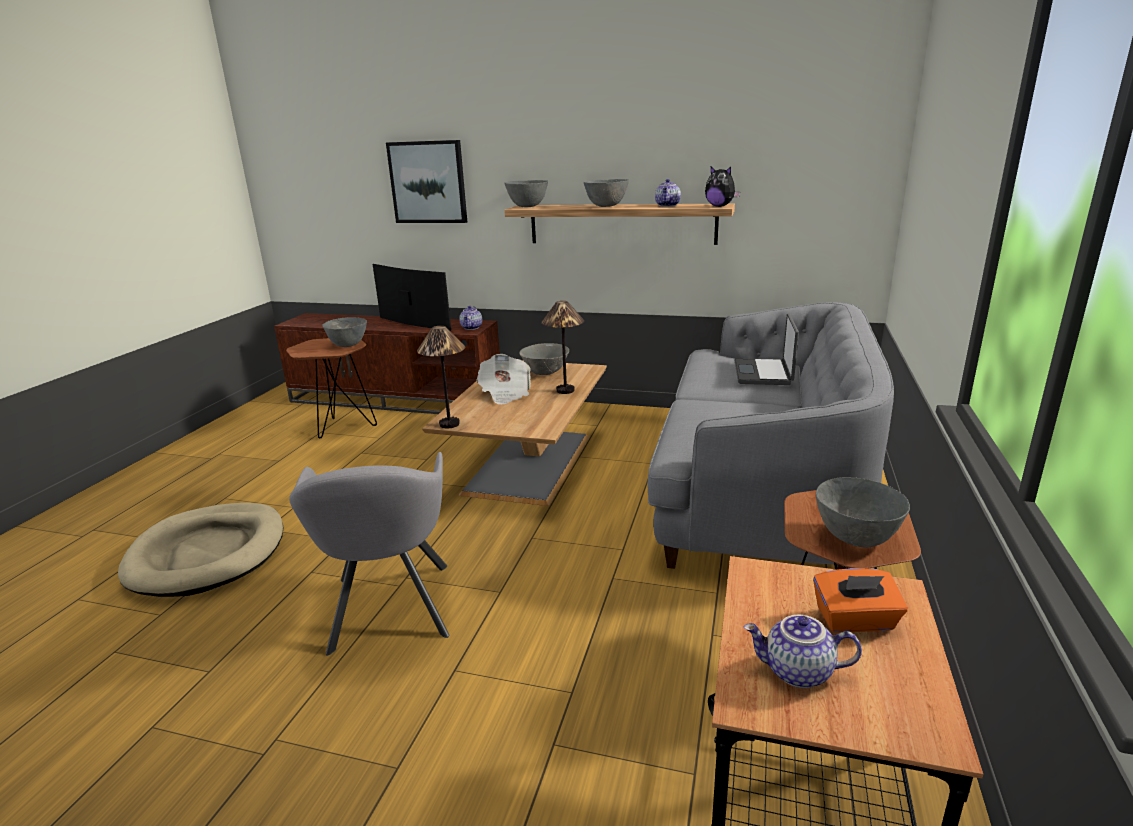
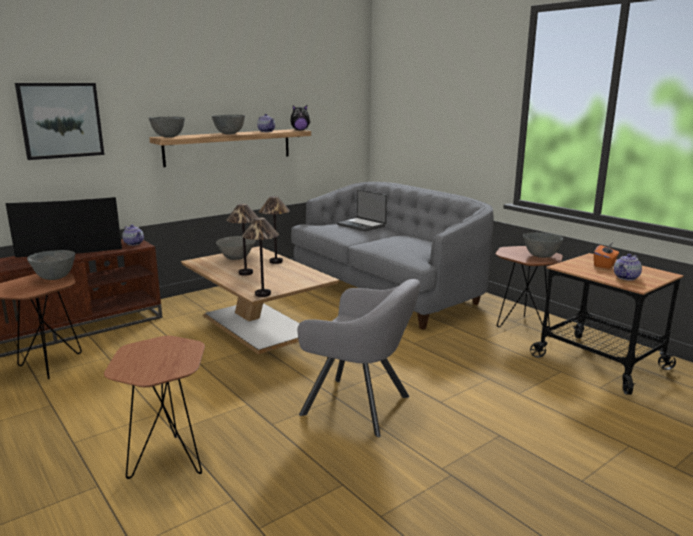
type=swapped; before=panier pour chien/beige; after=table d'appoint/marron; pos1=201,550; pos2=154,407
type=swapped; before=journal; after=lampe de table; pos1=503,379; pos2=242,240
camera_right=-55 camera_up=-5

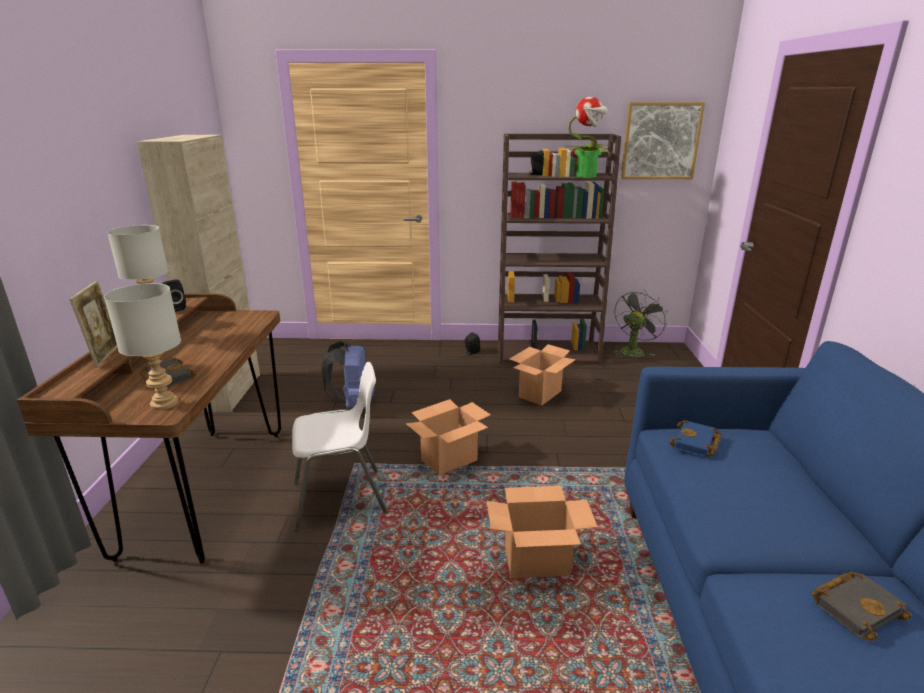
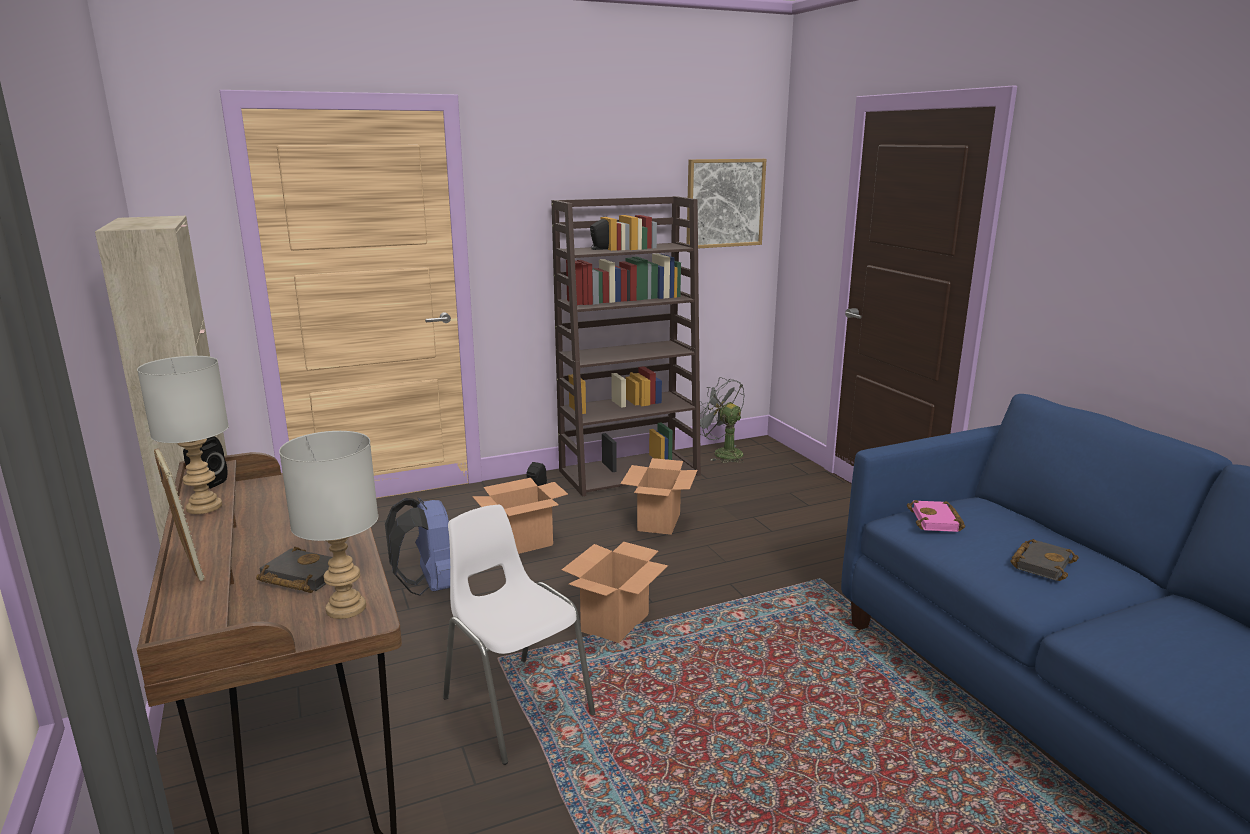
type=gone; before=plante en pot; pos1=588,137
type=shifted; before=carton; pos1=542,532; pos2=520,516
type=shifted; before=livre/noir; pos1=861,606; pos2=1045,560
type=repainted; before=livre/bleu; after=livre/rose; pos1=695,438; pos2=936,516
type=rotated; before=chaise/blanc; pos1=340,447; pos2=519,635; turn=-90
type=rotated; before=ventilateur/gris; pos1=639,323; pos2=722,420; turn=-60
camera_right=-25 camera_up=-5

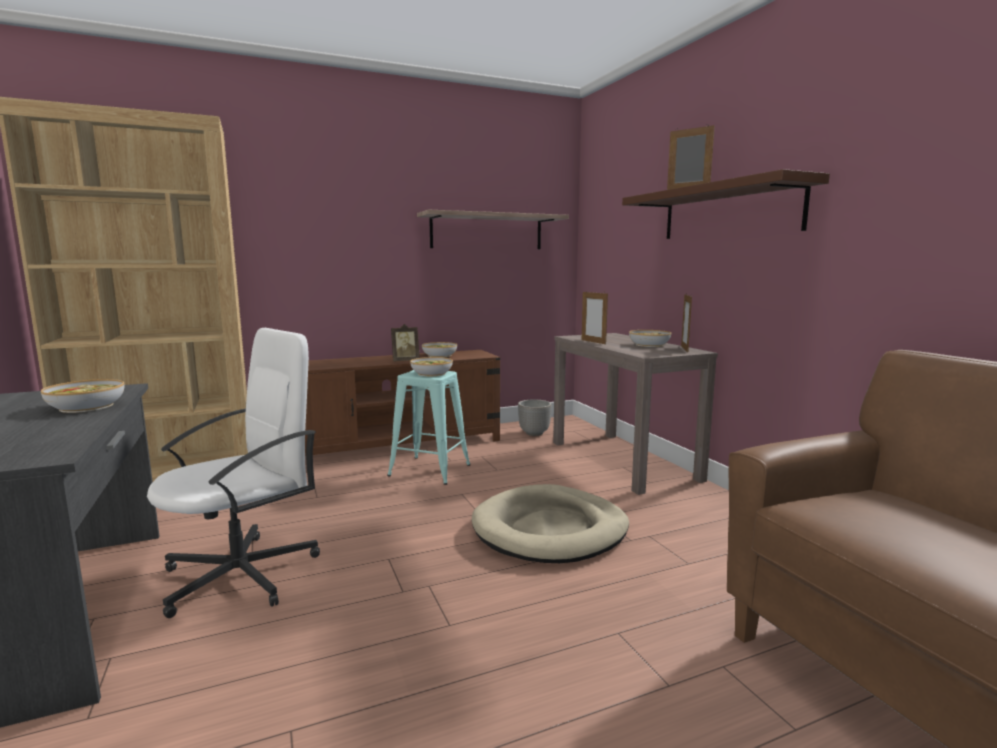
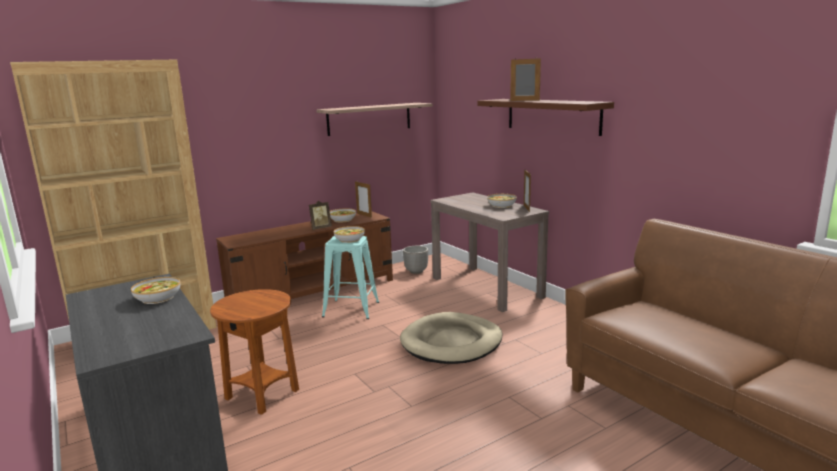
type=shifted; before=cadre photo; pos1=595,317; pos2=363,199
type=swapped; before=chaise de bureau/blanc; after=table d'appoint/marron; pos1=233,473; pos2=254,352
camera_right=-10 camera_up=5

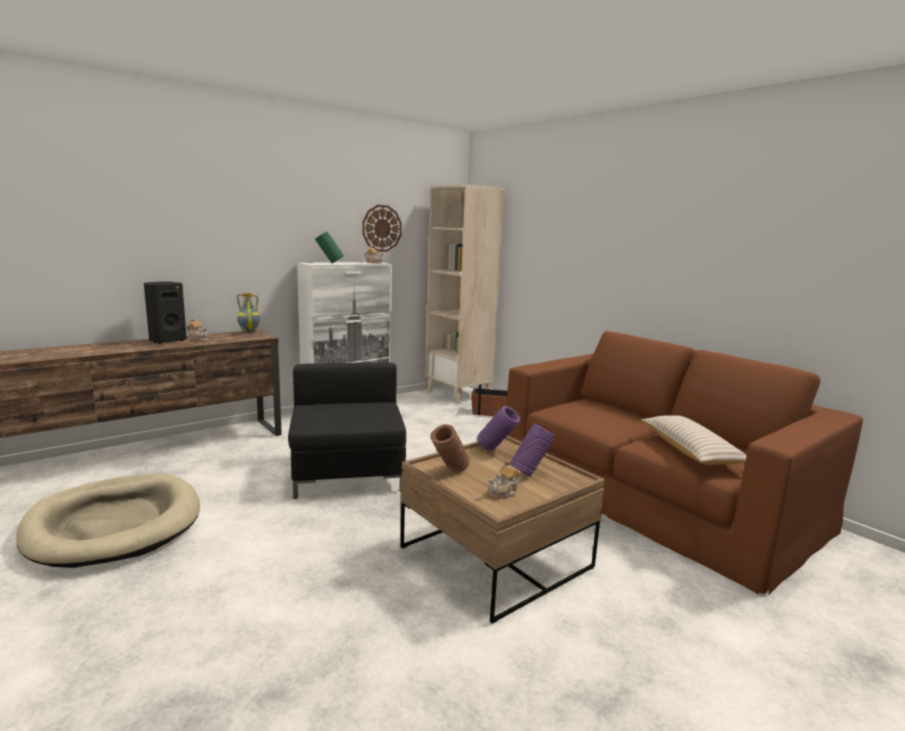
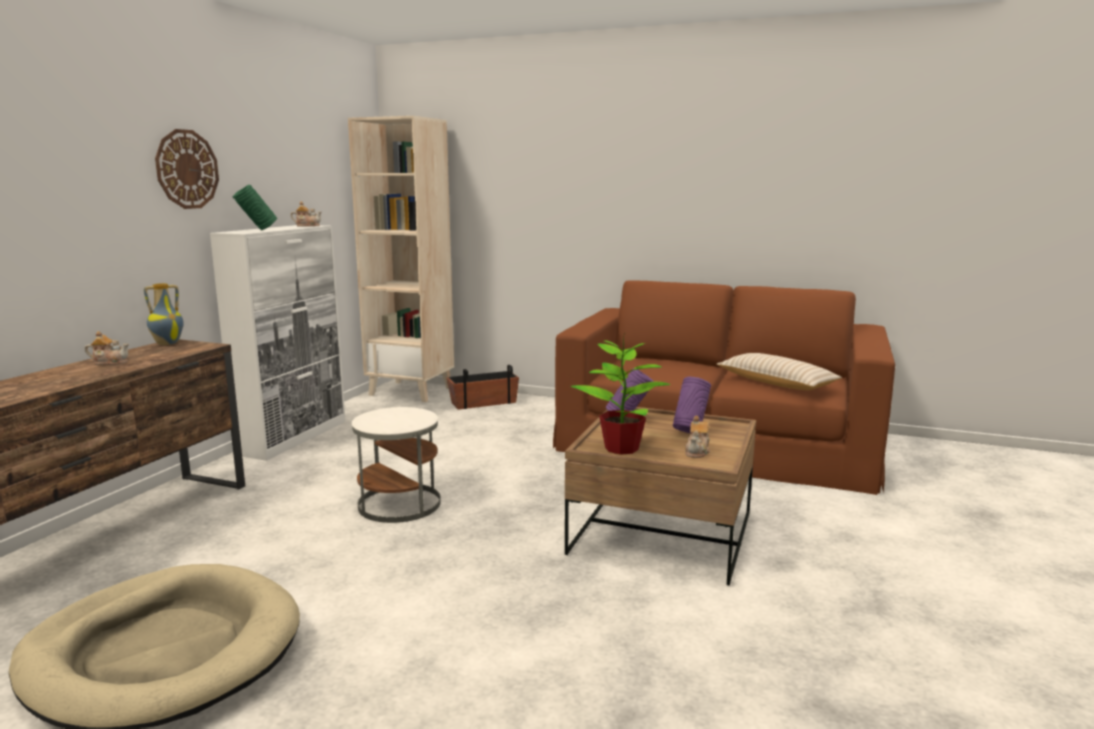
type=gone; before=enceinte/noir; pos1=165,312
type=shifted; before=horloge murale; pos1=382,228; pos2=187,169
type=swapped; before=fauteuil/noir; after=table d'appoint/blanc; pos1=347,430; pos2=396,465
type=swapped; before=vase/marron; after=plante en pot; pos1=450,448; pos2=621,395
camera_right=-30 camera_up=0

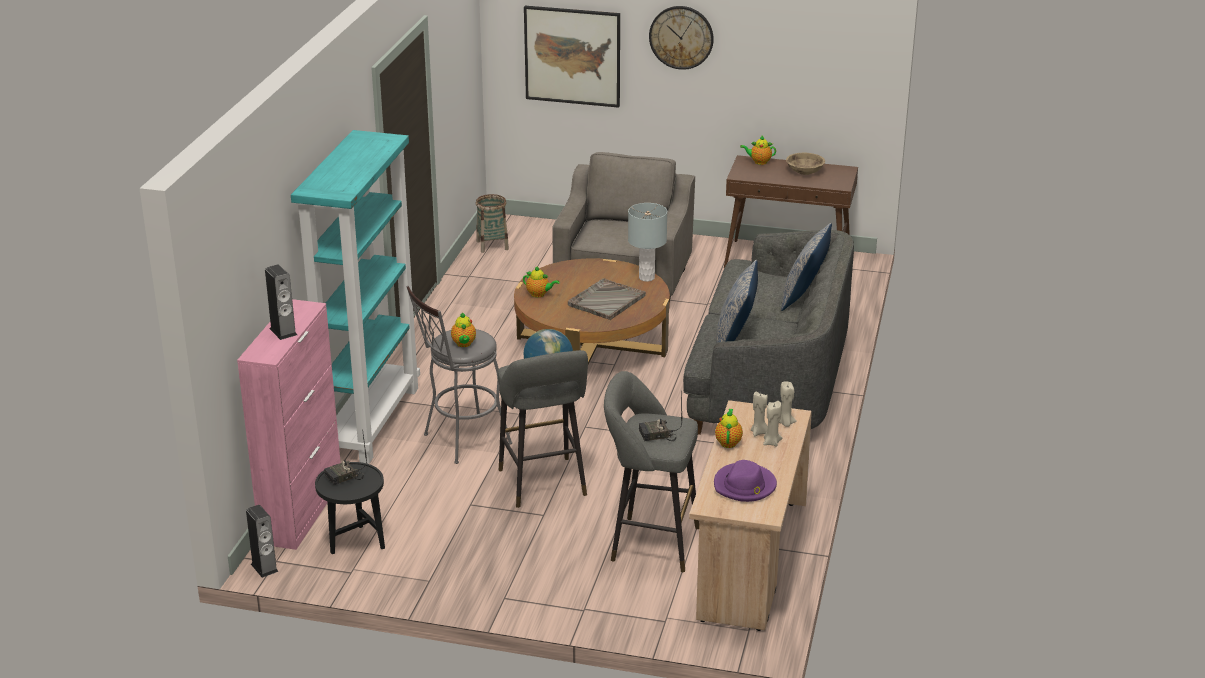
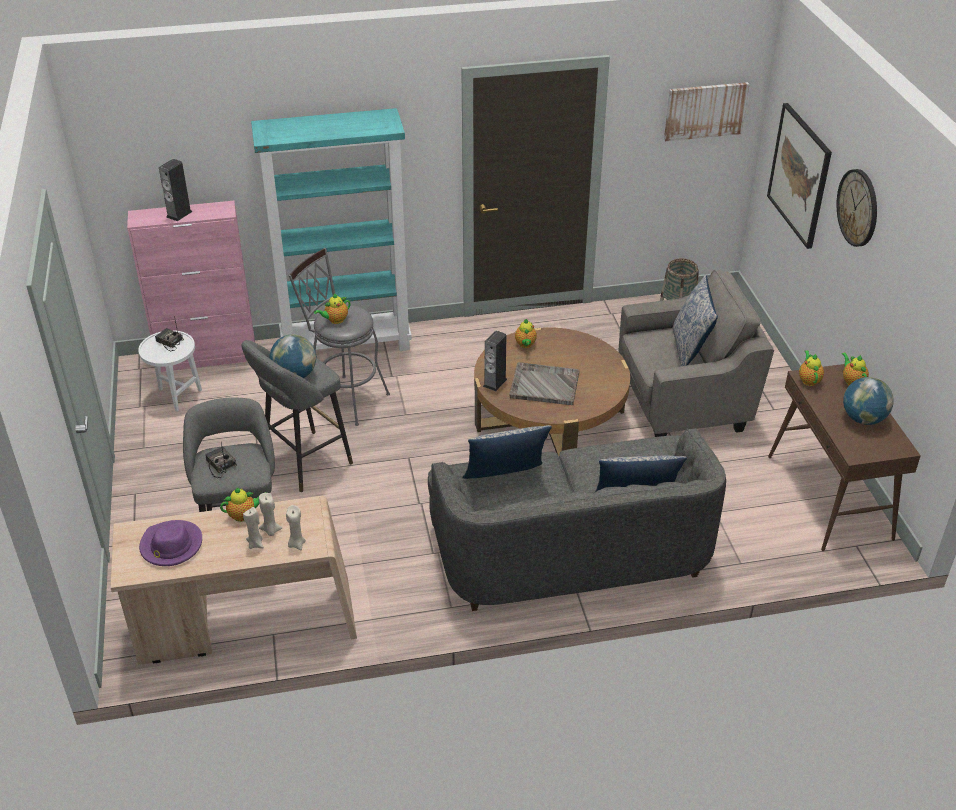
type=gone; before=lampe de table/gris; pos1=647,242
type=new; after=tableau; pos2=706,111
type=new; after=coussin; pos2=695,320
type=new; after=théière; pos2=811,368
type=shifted; before=enceinte; pos1=262,541; pos2=495,361
type=swapped; before=bol/beige; after=globe; pos1=805,164; pos2=868,401
type=repainted; before=table d'appoint/noir; after=table d'appoint/blanc; pos1=350,508; pos2=170,371
camera_right=65 camera_up=10

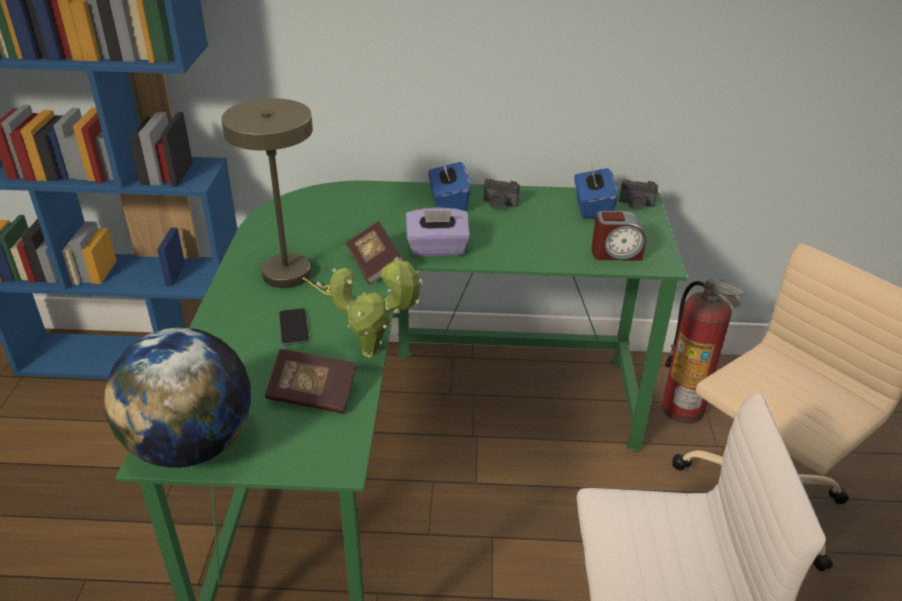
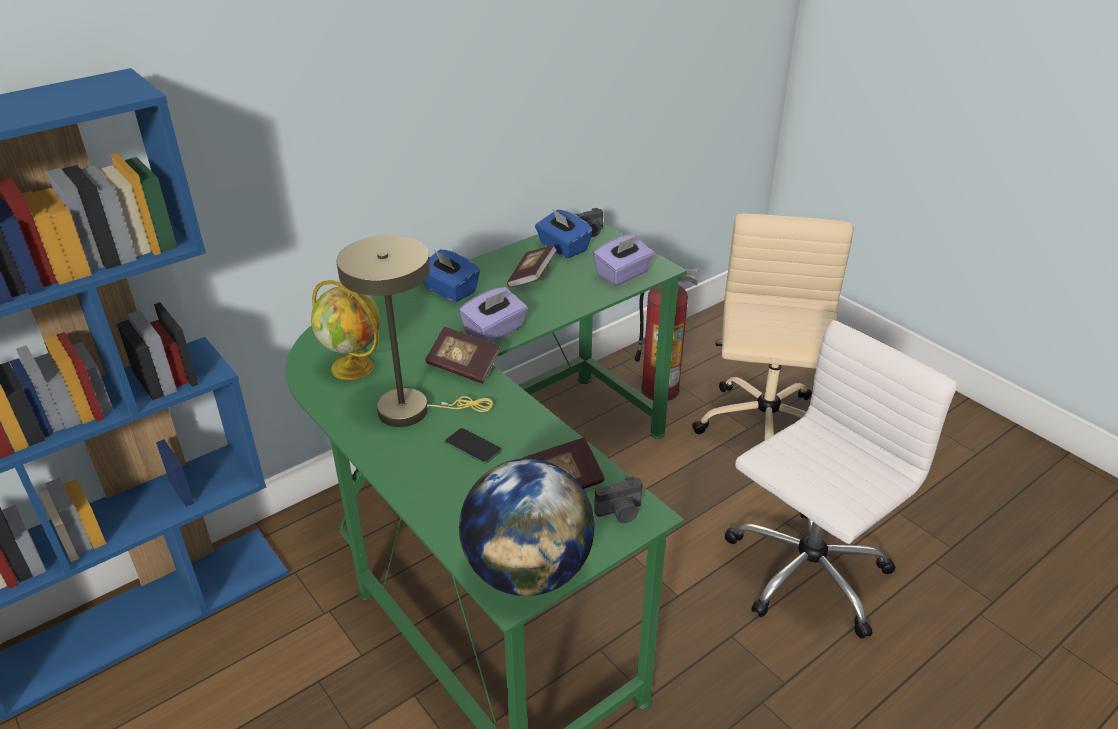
type=gone; before=plante en pot; pos1=376,307
type=new; after=globe; pos2=345,330
type=new; after=livre; pos2=532,266
type=shifted; before=appareil photo; pos1=502,194; pos2=618,499
type=swapped; before=réveil; after=boîte à mouchoirs/violet; pos1=618,236; pos2=624,260
camera_right=-40 camera_up=0

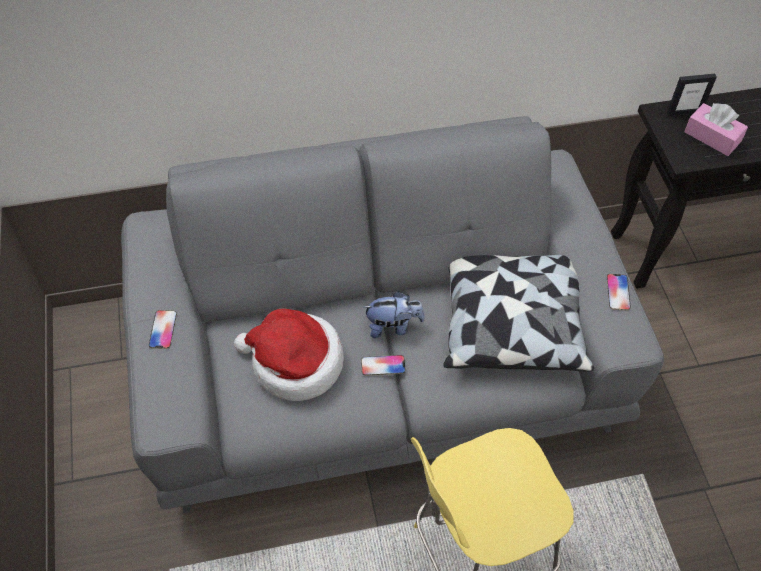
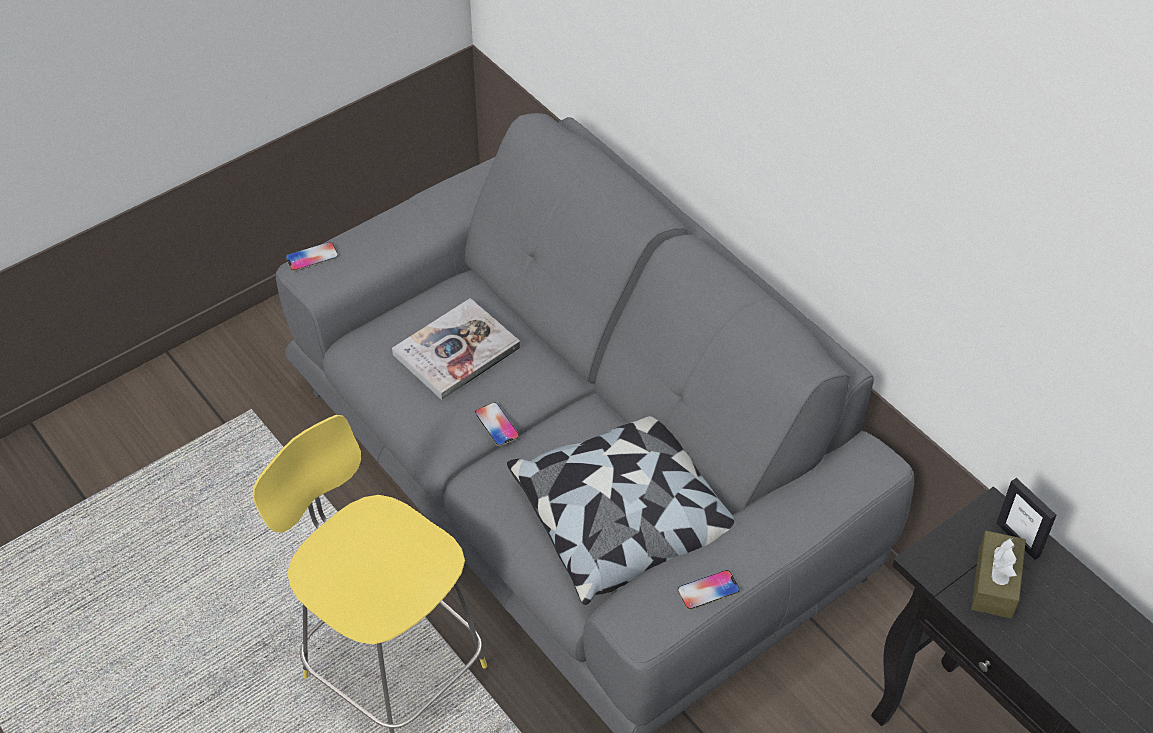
type=gone; before=peluche; pos1=394,314
type=shifted; before=téléphone; pos1=163,329; pos2=312,256
type=swapped; before=chapeau; after=livre; pos1=289,355; pos2=456,349
type=repainted; before=boîte à mouchoirs/rose; after=boîte à mouchoirs/marron; pos1=716,129; pos2=998,575
camera_right=65 camera_up=-5

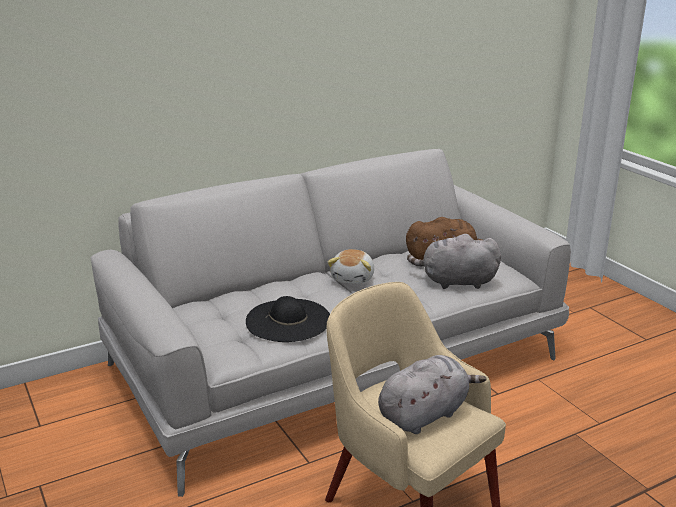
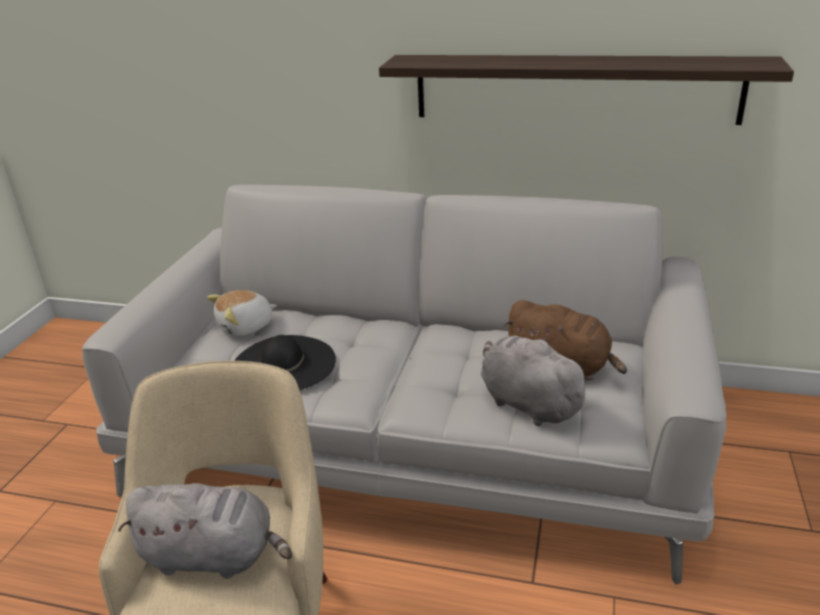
type=new; after=étagère; pos2=586,90
type=shifted; before=peluche; pos1=350,266; pos2=242,313
camera_right=45 camera_up=5

